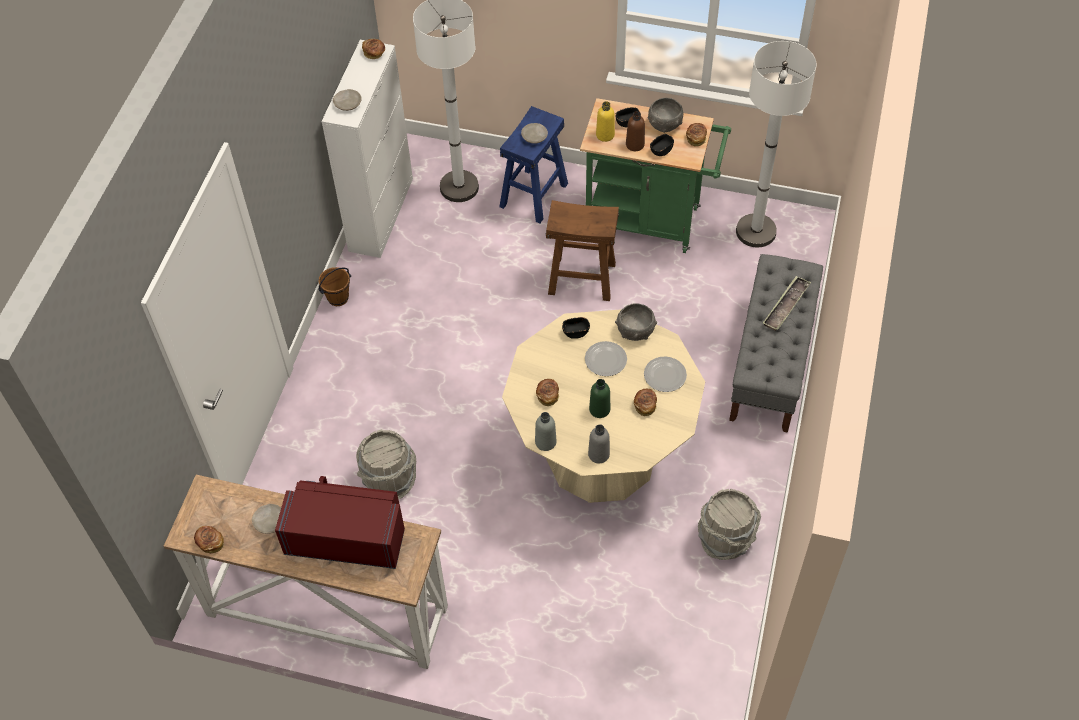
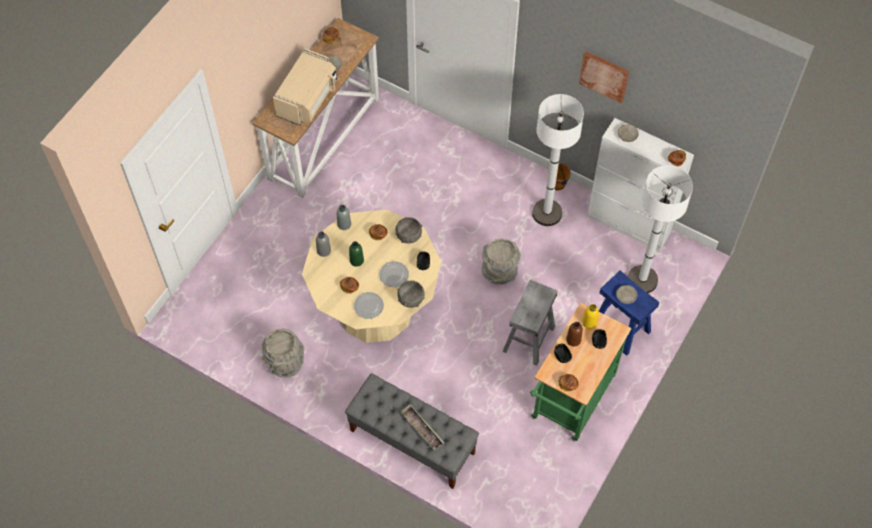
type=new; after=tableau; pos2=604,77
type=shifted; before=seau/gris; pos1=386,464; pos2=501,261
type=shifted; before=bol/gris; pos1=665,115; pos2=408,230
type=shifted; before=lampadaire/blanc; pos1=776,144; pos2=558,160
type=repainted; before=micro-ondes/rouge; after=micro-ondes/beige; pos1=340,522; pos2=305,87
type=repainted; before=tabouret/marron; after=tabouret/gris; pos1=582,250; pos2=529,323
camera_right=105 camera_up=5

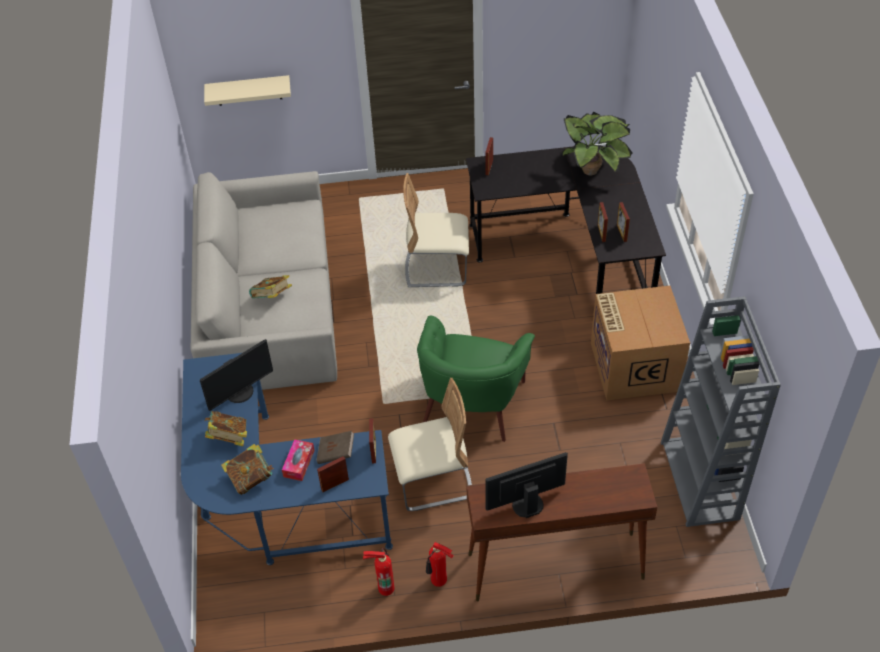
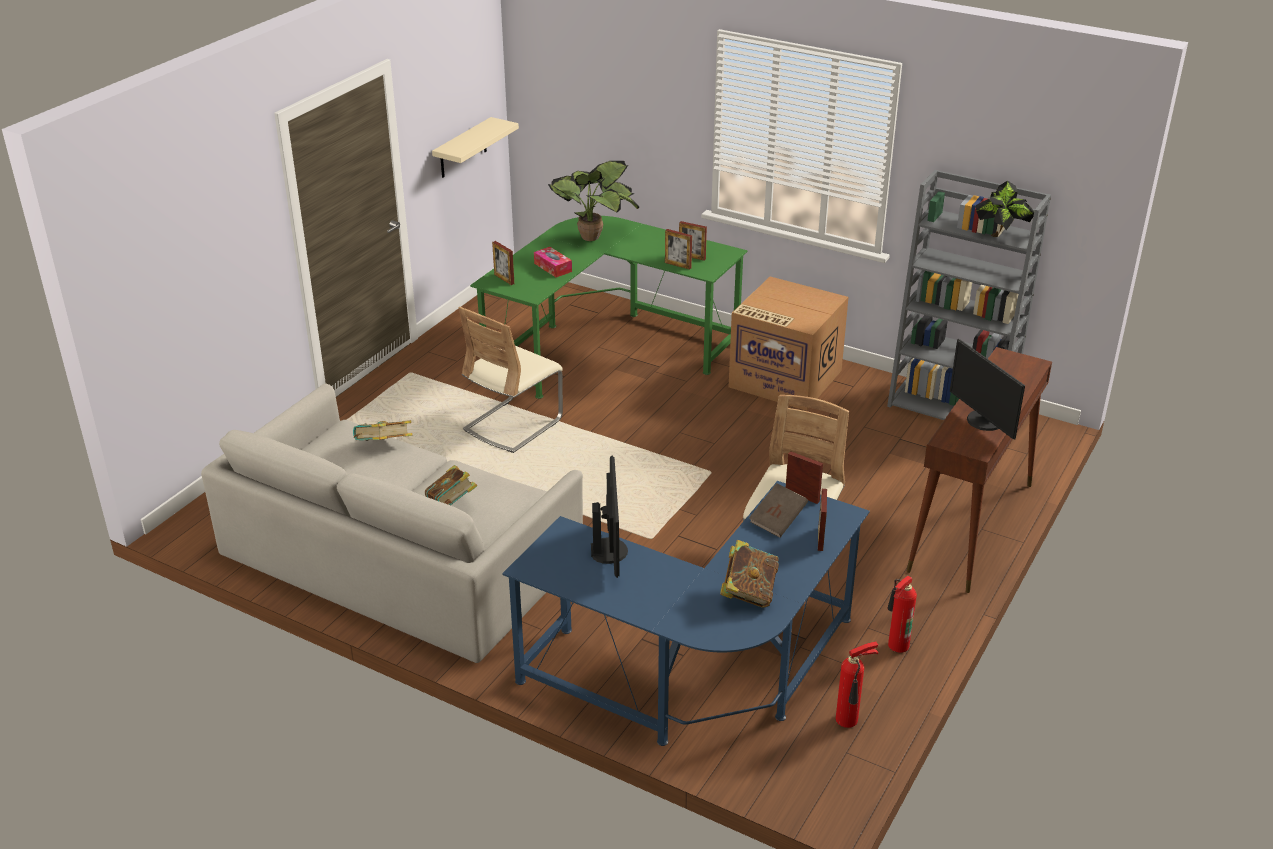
type=gone; before=fauteuil/vert; pos1=476,379
type=new; after=plante en pot; pos2=1005,208
type=shifted; before=étagère/beige; pos1=247,90; pos2=475,147
type=shifted; before=livre; pos1=226,428; pos2=382,430
type=shifted; before=boîte à mouchoirs; pos1=298,460; pos2=553,262
type=shifted; before=extincteur; pos1=439,564; pos2=857,685
type=repainted; before=bureau/noir; after=bureau/vert; pos1=566,220; pos2=609,307
type=rotated; before=écran d'ordinateur; pos1=526,485; pos2=987,389; turn=-45
camera_right=-55 camera_up=-15

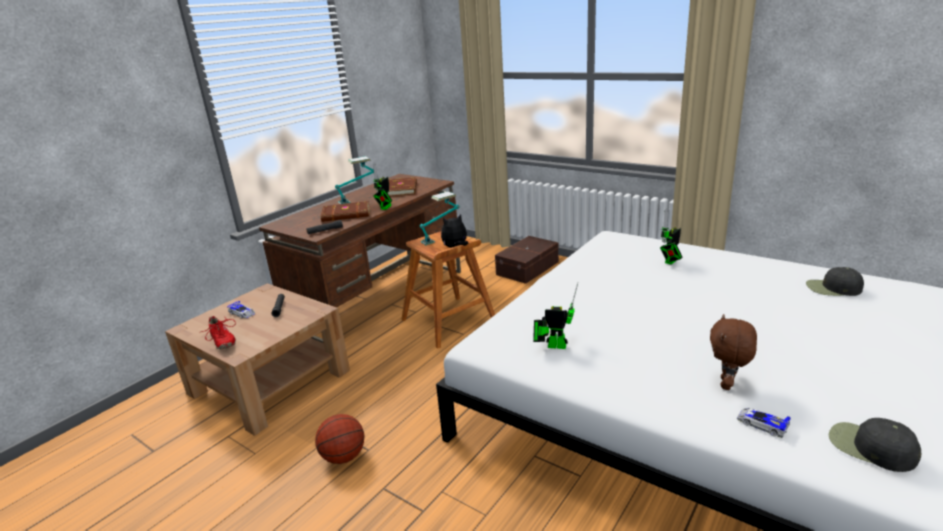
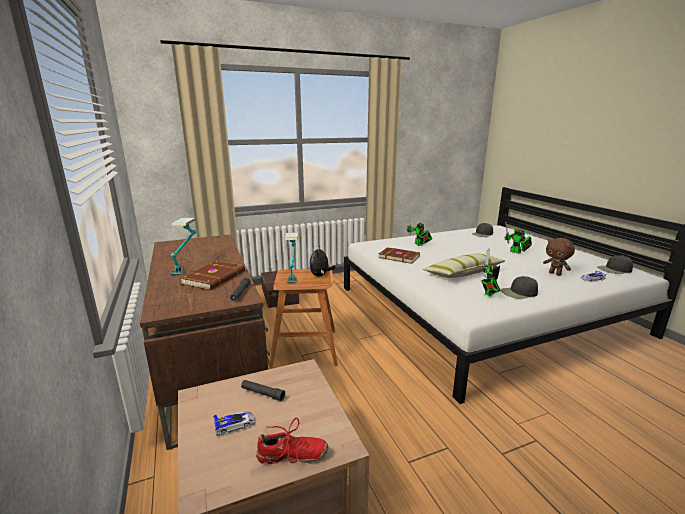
type=gone; before=ballon de basket; pos1=340,439
type=new; after=coussin; pos2=464,265
type=new; after=casquette/noir; pos2=519,287
type=shifted; before=robot jouet; pos1=382,186; pos2=518,237
type=shifted; before=livre/marron; pos1=402,186; pos2=399,255
camera_right=-60 camera_up=-5

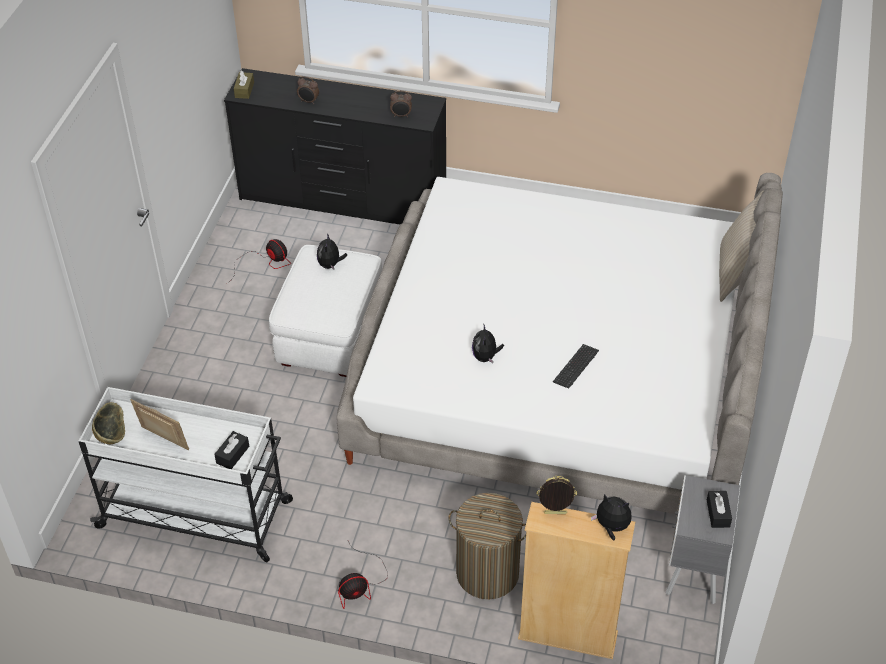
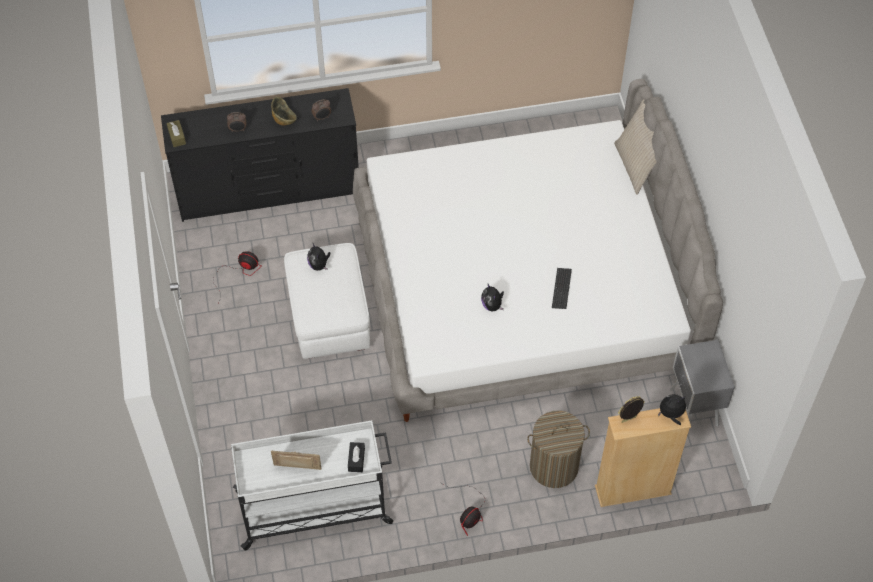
type=gone; before=boîte à mouchoirs/noir; pos1=719,509
type=shifted; before=bol; pos1=108,423; pos2=284,111
camera_right=-25 camera_up=10

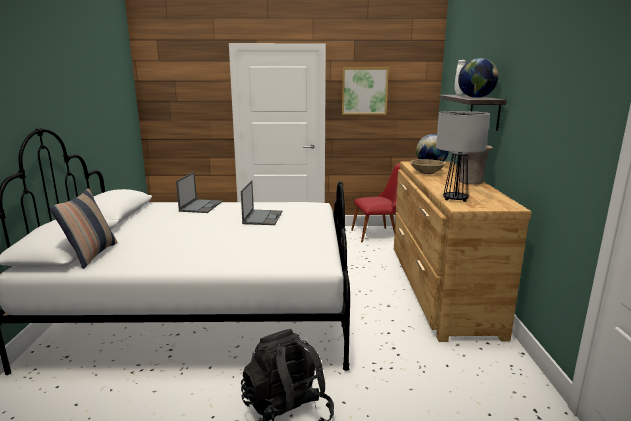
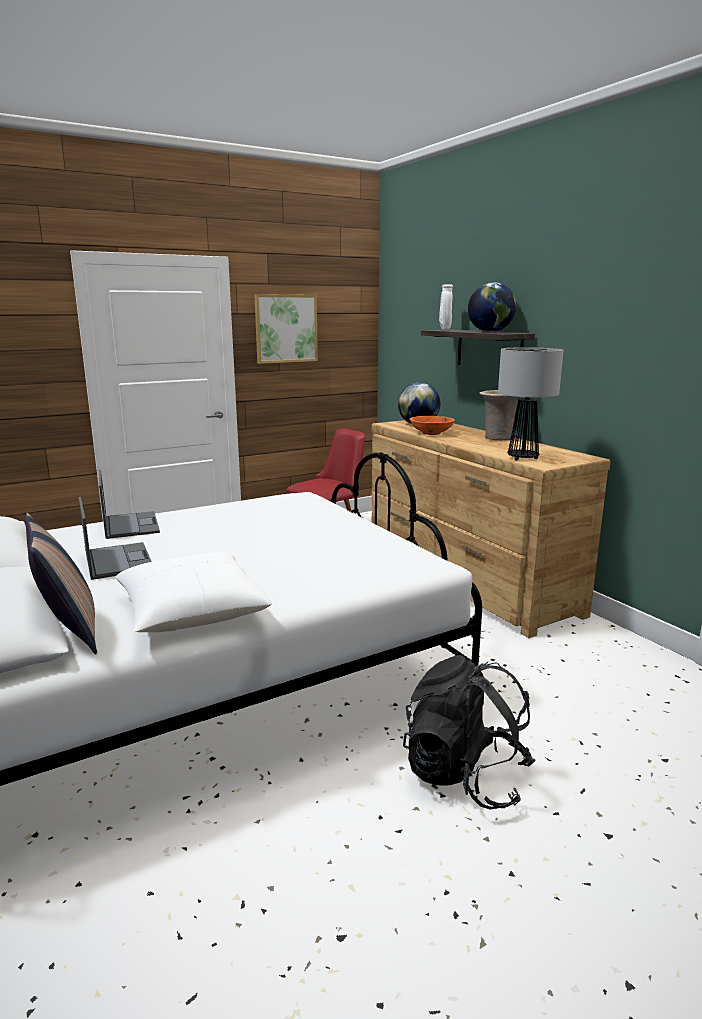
type=new; after=coussin/blanc; pos2=194,592
type=shifted; before=ordinateur portable; pos1=261,202; pos2=115,538
type=repainted; before=bol/beige; after=bol/orange; pos1=427,166; pos2=432,425
camera_right=-30 camera_up=0

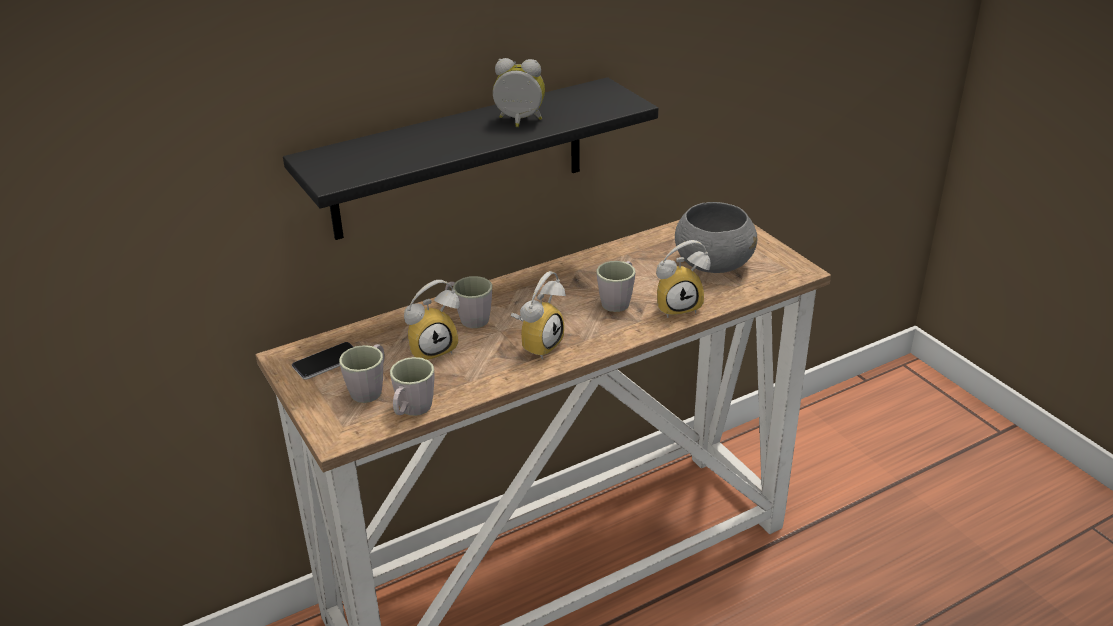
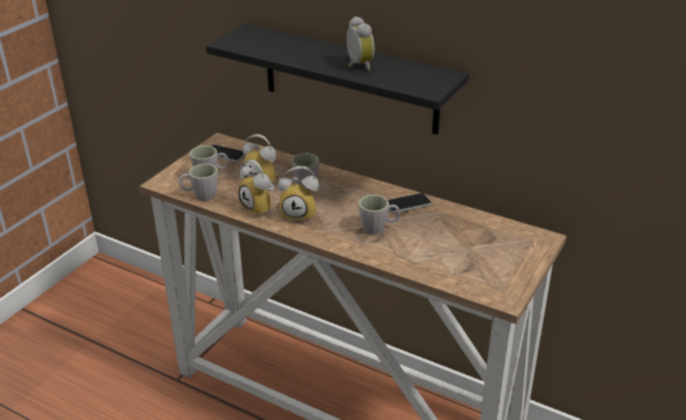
type=gone; before=bol/gris; pos1=716,237
type=new; after=téléphone; pos2=410,203
type=shifted; before=réveil; pos1=683,279; pos2=256,188
camera_right=60 camera_up=0

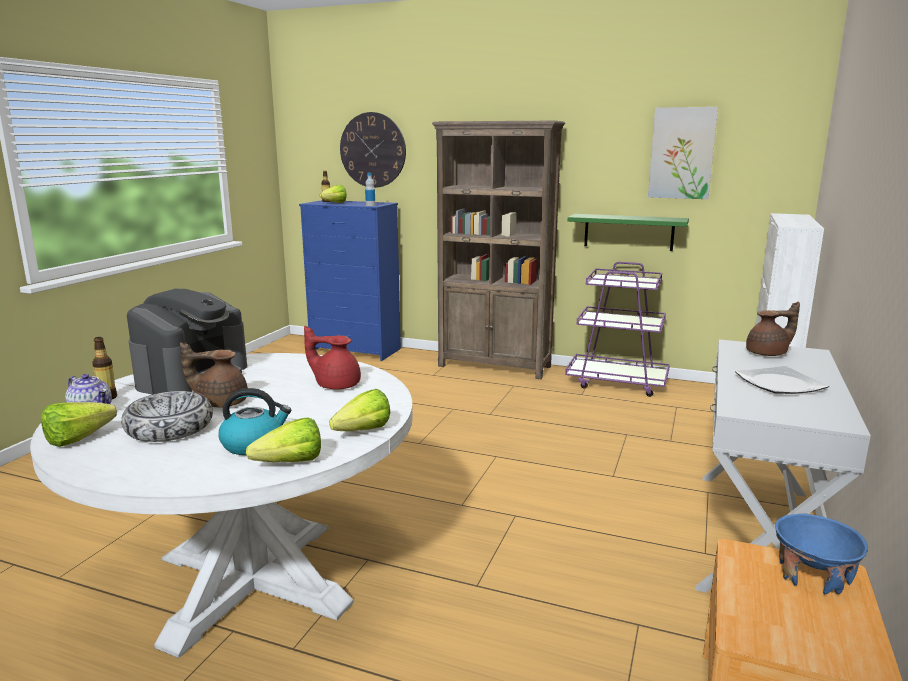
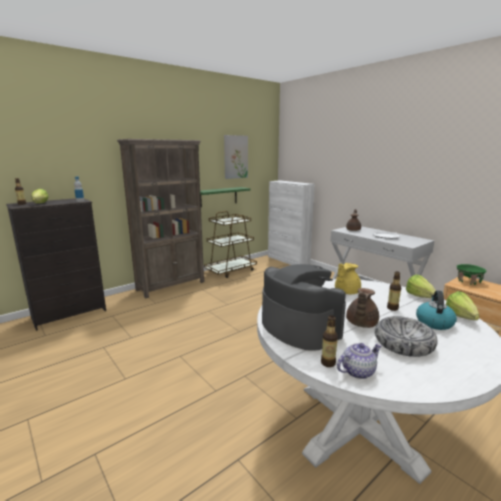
type=gone; before=laitue; pos1=79,424
type=gone; before=horloge murale; pos1=373,150
type=new; after=bouteille; pos2=394,291
type=repainted; before=commode/bleu; after=commode/noir; pos1=350,280; pos2=56,264
type=repainted; before=théière/rouge; after=théière/jaune; pos1=332,358; pos2=348,278
type=repainted; before=chariot/violet; after=chariot/marron; pos1=617,329; pos2=230,244
type=repainted; before=bol/bleu; after=bol/vert; pos1=821,554; pos2=472,274
camera_right=-60 camera_up=0

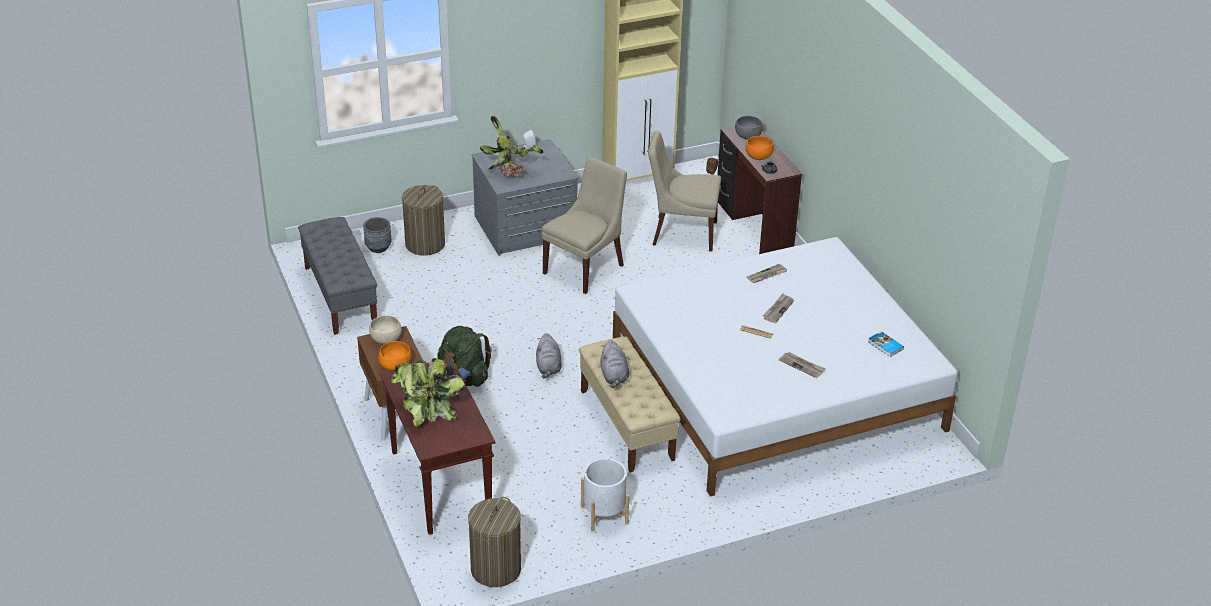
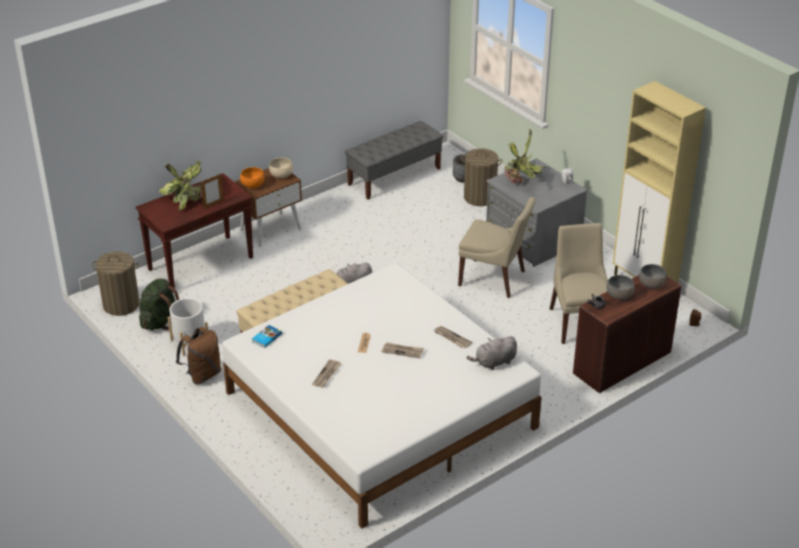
type=new; after=sac à dos/marron; pos2=198,355
type=shifted; before=sac à dos/vert; pos1=464,356; pos2=159,305
type=shifted; before=peluche/gris; pos1=614,364; pos2=492,353
type=shifted; before=livre; pos1=886,344; pos2=267,336
type=repainted; before=bol/orange; after=bol/gris; pos1=760,148; pos2=621,287
camera_right=75 camera_up=0

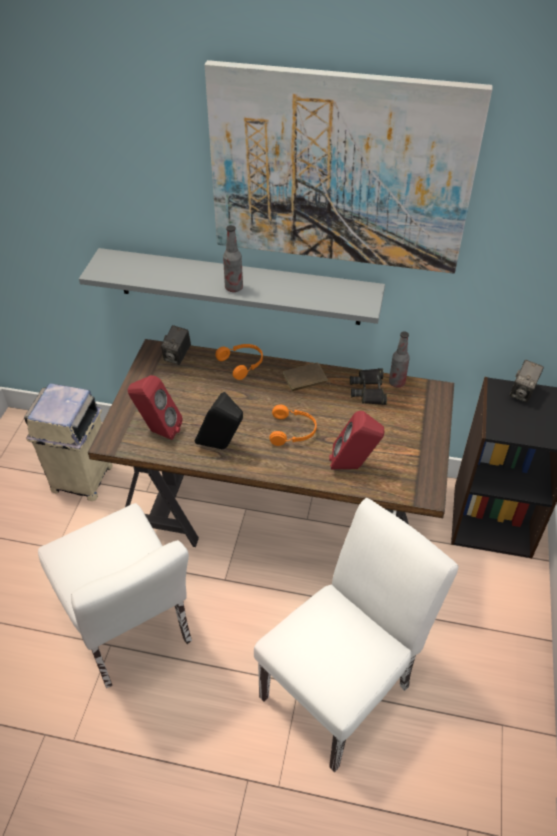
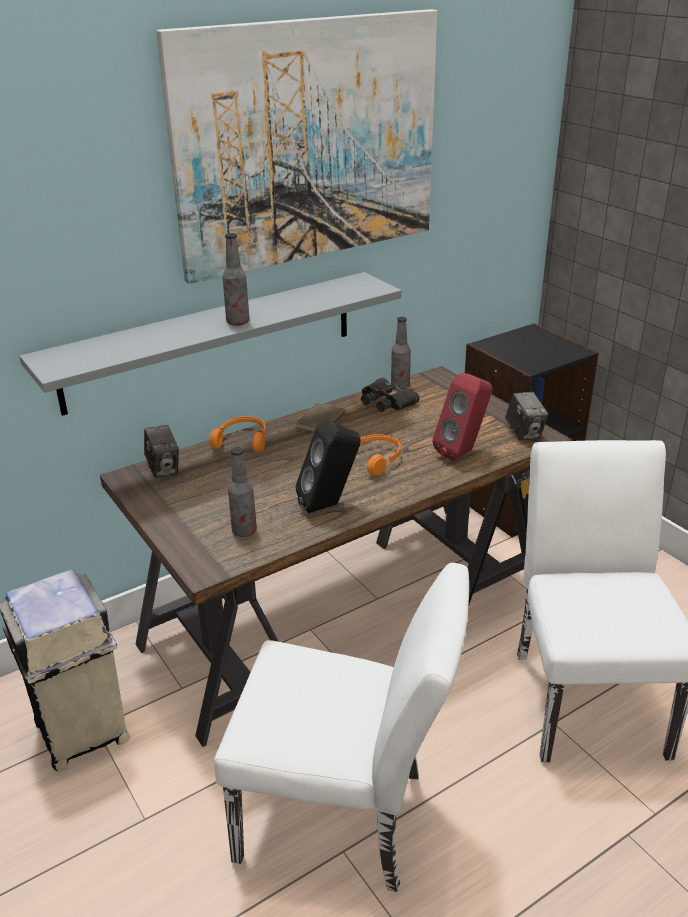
type=shifted; before=appareil photo; pos1=526,381; pos2=527,416
type=swapped; before=enceinte/rouge; after=bouteille; pos1=155,407; pos2=242,492
camera_right=-45 camera_up=-15

